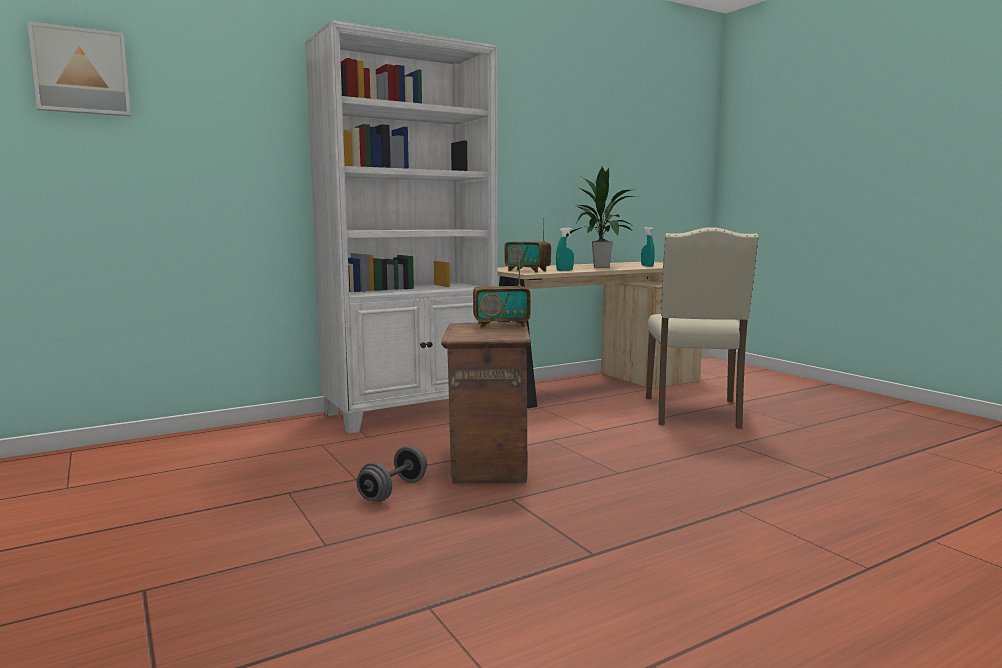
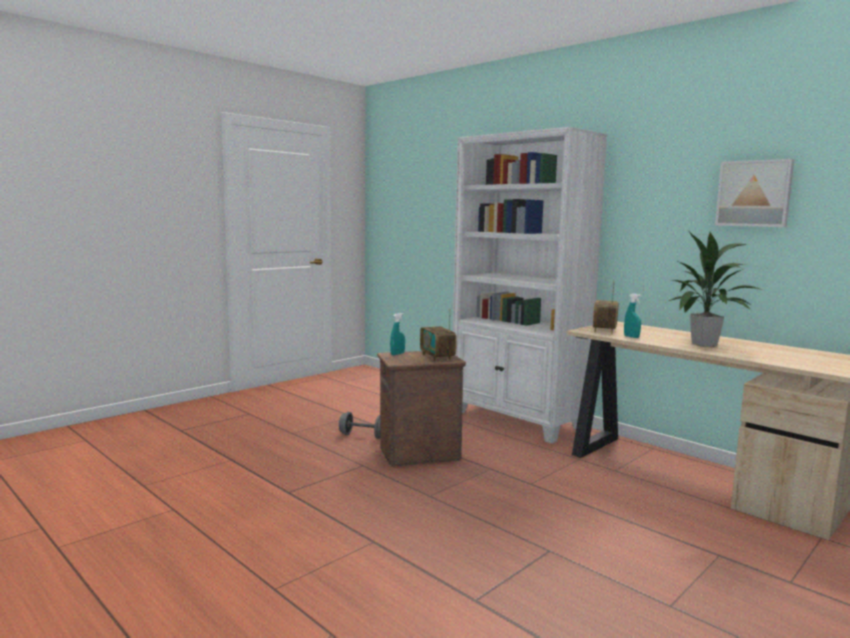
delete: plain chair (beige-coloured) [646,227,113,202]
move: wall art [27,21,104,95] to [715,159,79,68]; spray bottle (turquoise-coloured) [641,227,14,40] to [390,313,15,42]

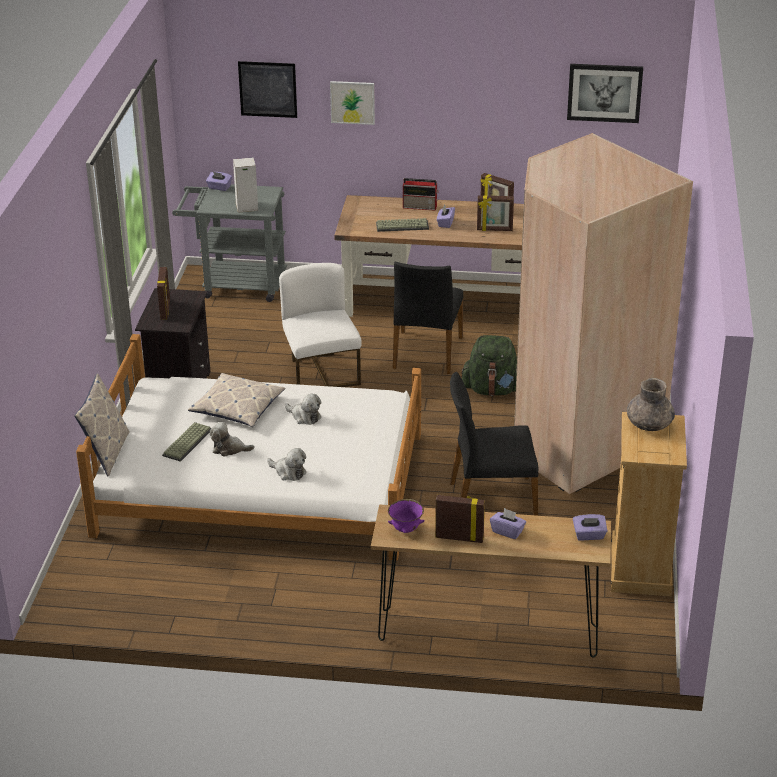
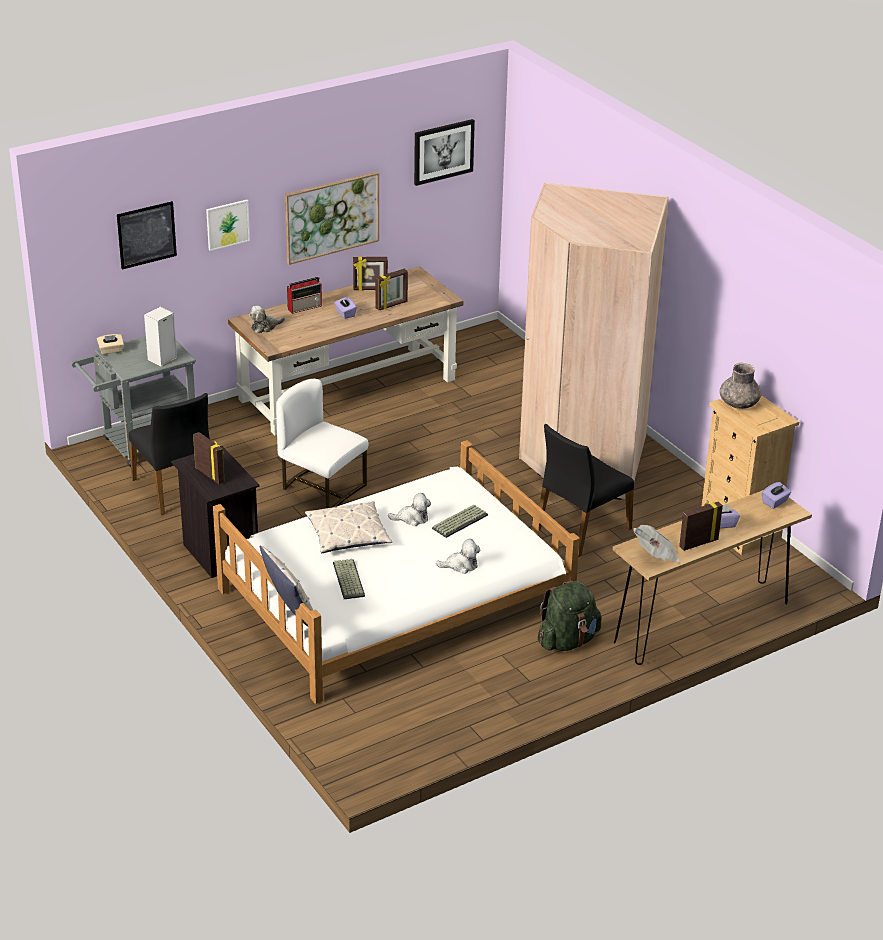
insert: wall art [285,172,94,93]
move: plush toy [209,422,45,34] to [249,306,36,27]; keyboard [376,218,53,14] to [432,505,56,33]; plain chair (blackish) [393,262,70,112] to [129,393,81,122]; rucksack (green-coloured) [461,335,56,61] to [537,581,65,70]
replace: bowl (purple) [388,499,37,34] to printed paper [633,525,47,37]
recolor: tissue box (purple) [206,172,26,19] to tissue box (beige-coloured) [97,334,27,21]

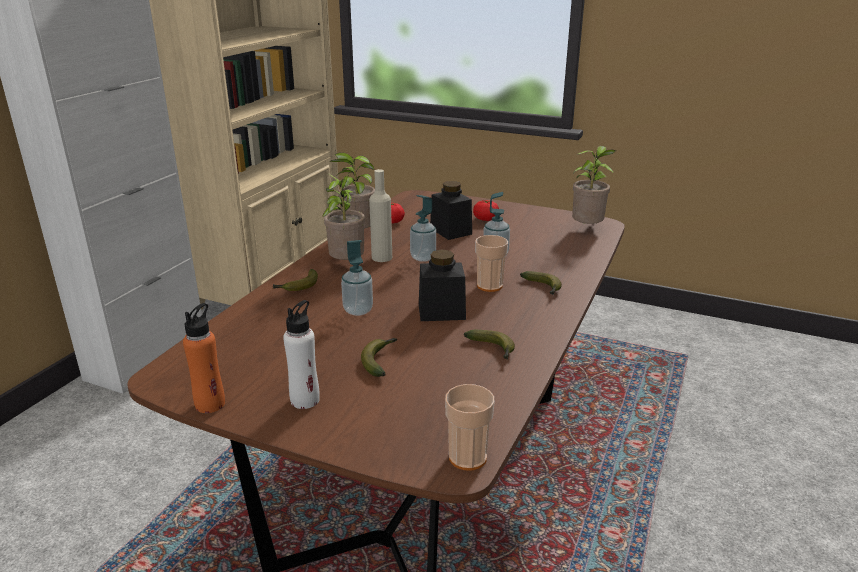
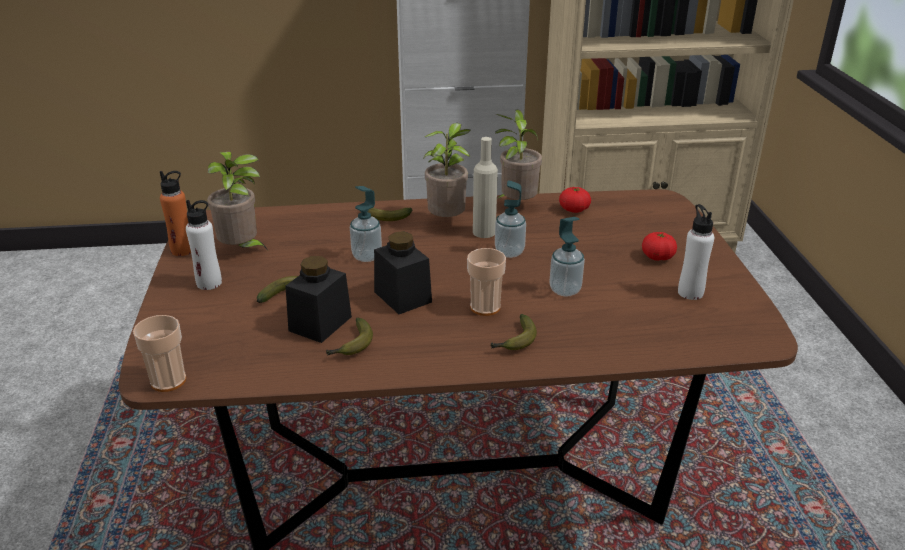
insert: bottle (whitish) [678,204,36,96]
move: preserve jar (blackish) [430,181,42,59] to [285,256,67,87]; potted plant [572,146,43,78] to [207,152,61,98]

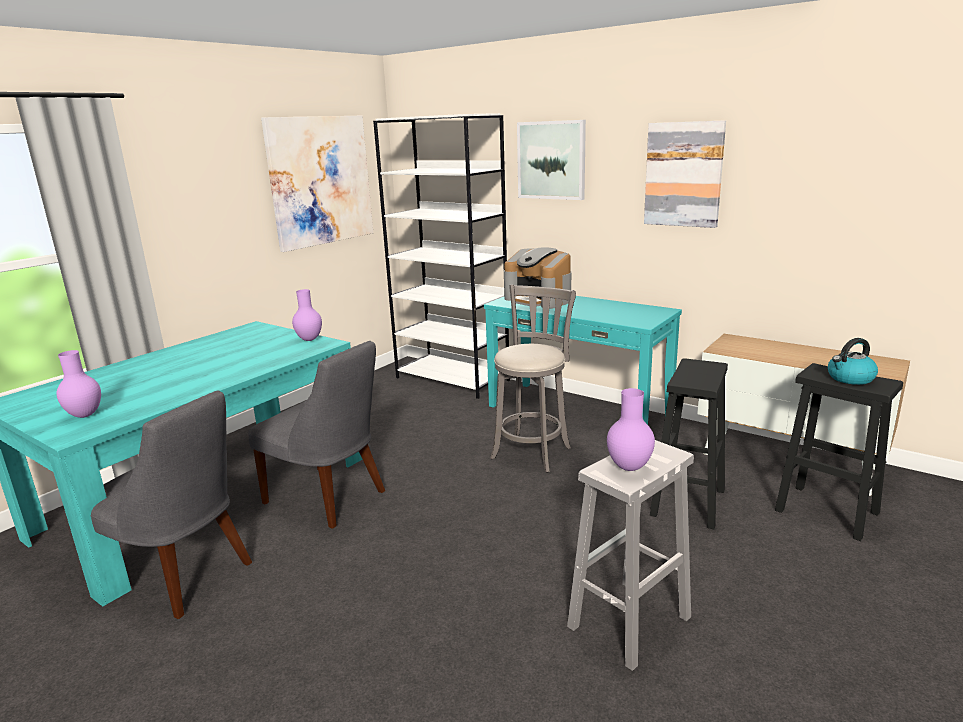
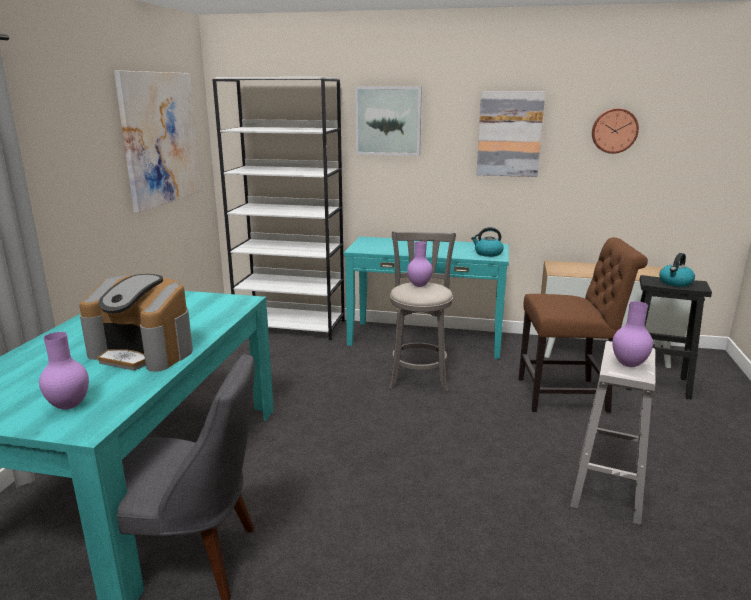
delete: plain chair (grey) [248,341,137,188]
insert: water kettle [471,227,32,30]; clock on the wall [592,108,47,46]
move: flower vase (purple) [292,289,30,52] to [407,241,26,46]; coffee brewer [504,248,67,61] to [79,274,114,98]
replace: sitting stool (blackish) [650,358,78,171] to plain chair (brown-coloured) [518,237,130,176]

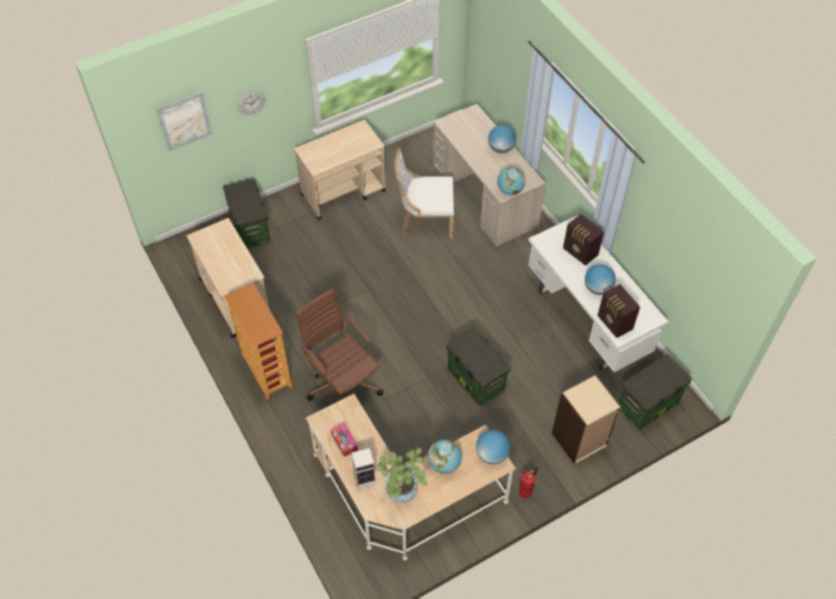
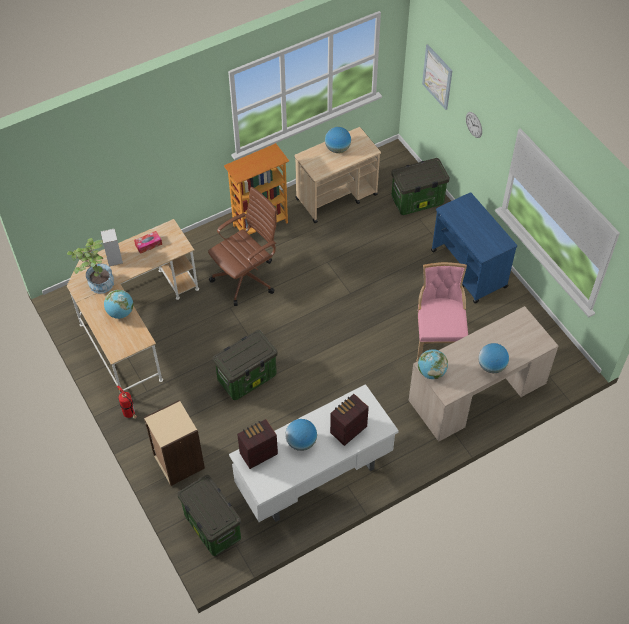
move: world globe [476,430,34,34] to [325,127,26,26]
recolor: cart (beige-coloured) [294,120,92,100] to cart (blue) [431,192,86,112]; plain chair (whitish) [395,148,59,91] to plain chair (pinkish) [416,262,52,100]

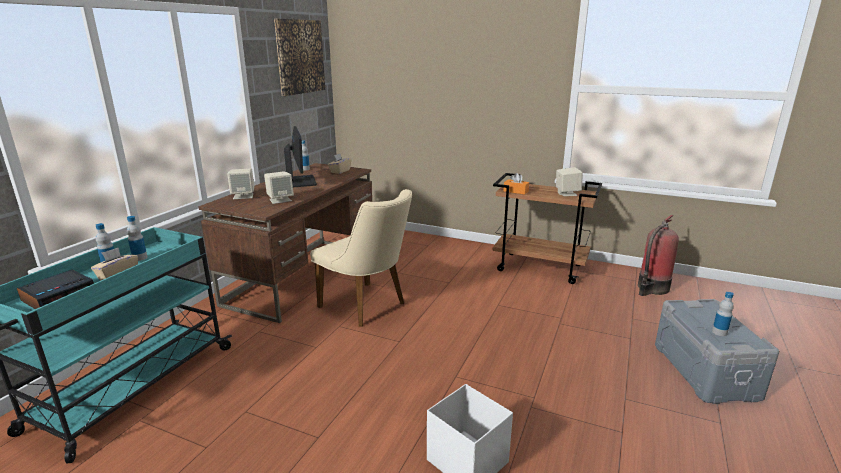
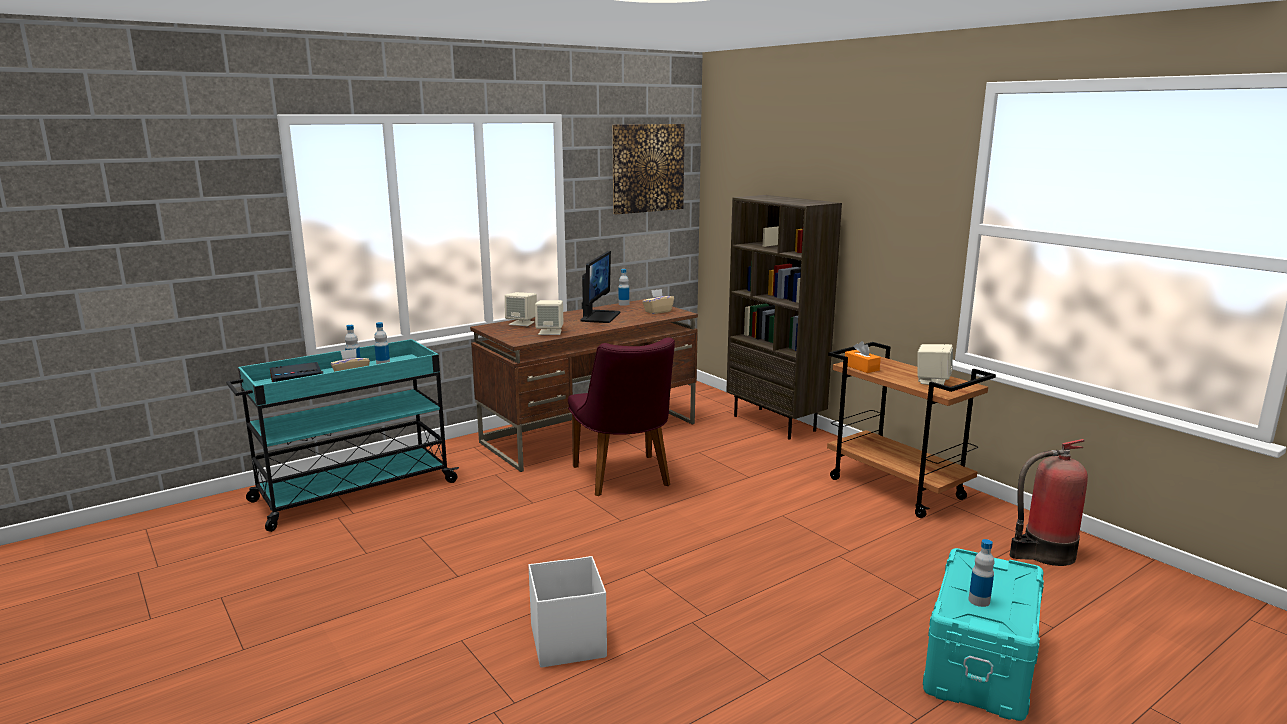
insert: bookcase (brown-coloured) [726,195,116,245]
recolor: plain chair (beige-coloured) [310,189,102,137] to plain chair (purple) [568,337,107,159]; storage bin (grey) [655,299,124,105] to storage bin (turquoise-coloured) [923,548,121,173]

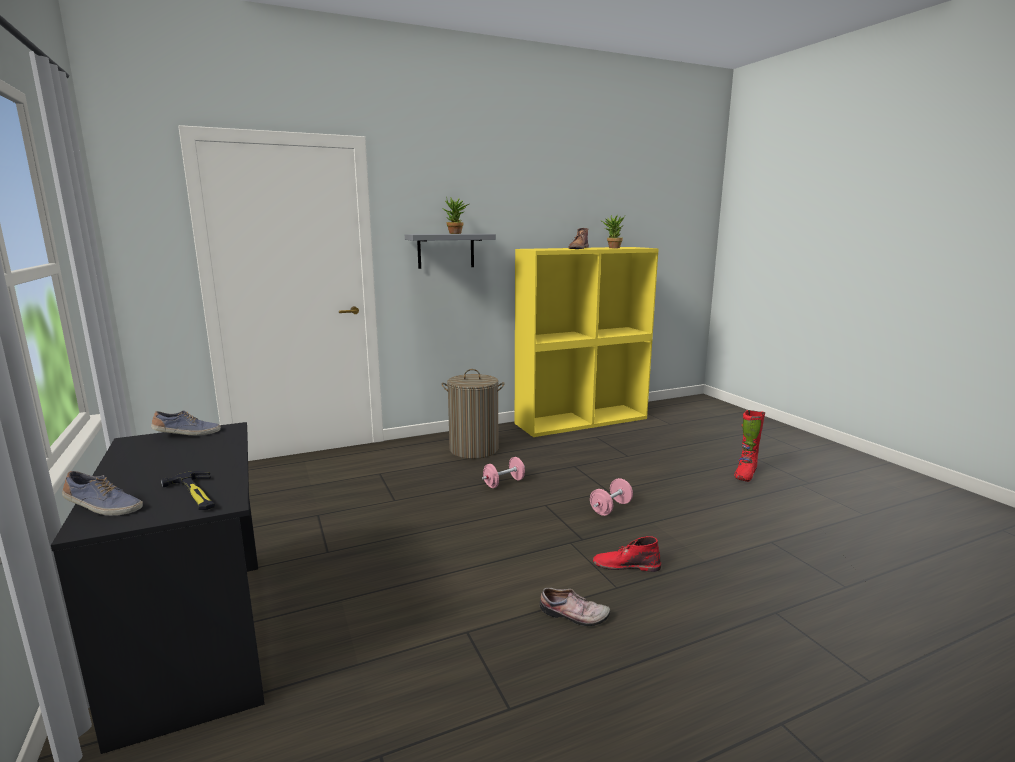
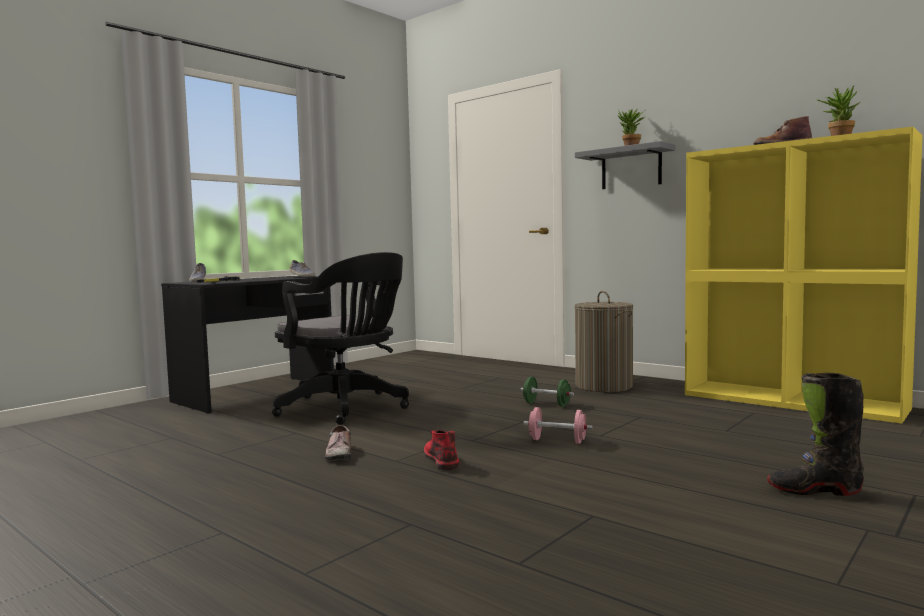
insert: office chair (blackish) [272,252,137,173]
recolor: dumbbell (pinkish) [482,457,43,31] to dumbbell (green-coloured) [521,377,53,30]; boot (reddish) [734,410,31,72] to boot (blackish) [767,373,97,123]

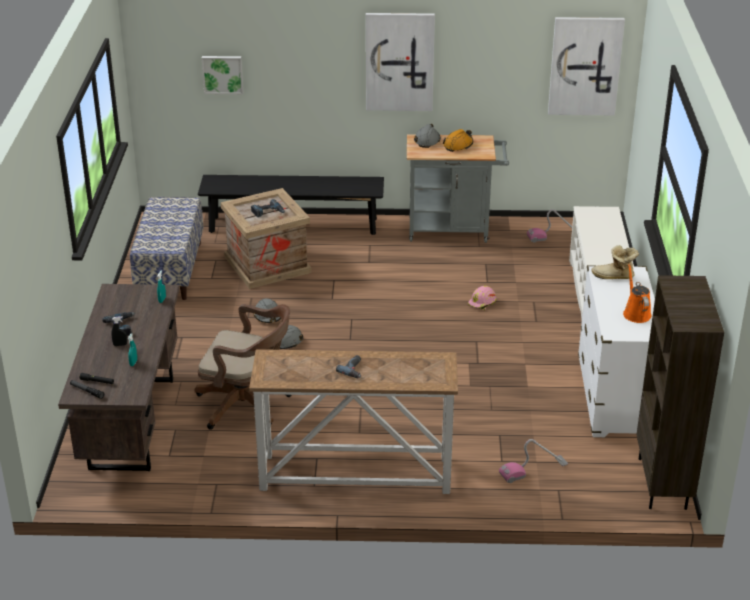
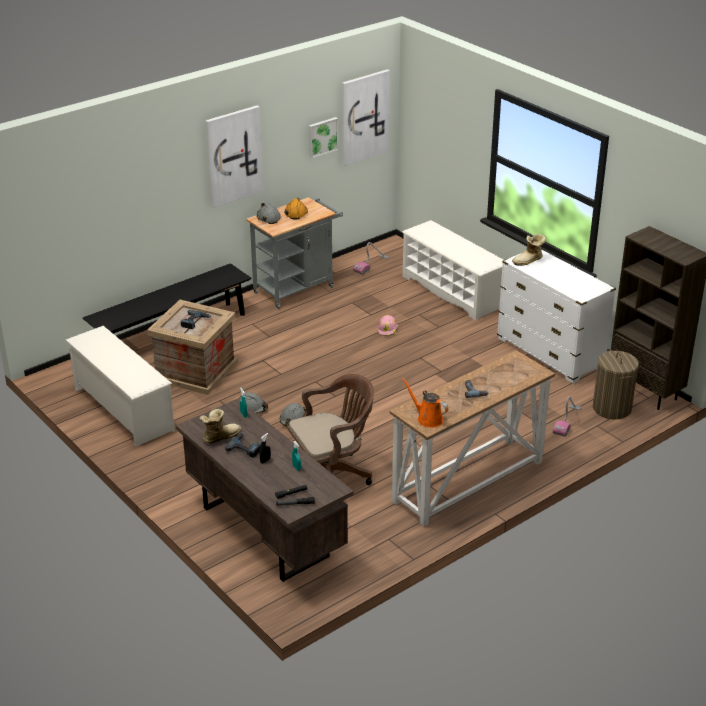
insert: boot [200,409,41,35]; washing basket [593,350,46,69]
move: wall art [202,56,41,38] to [309,117,30,41]; watering pot (orangey) [623,264,29,59] to [402,378,46,50]
replace: bench [130,197,73,103] to shoe rack (whitish) [65,326,110,121]

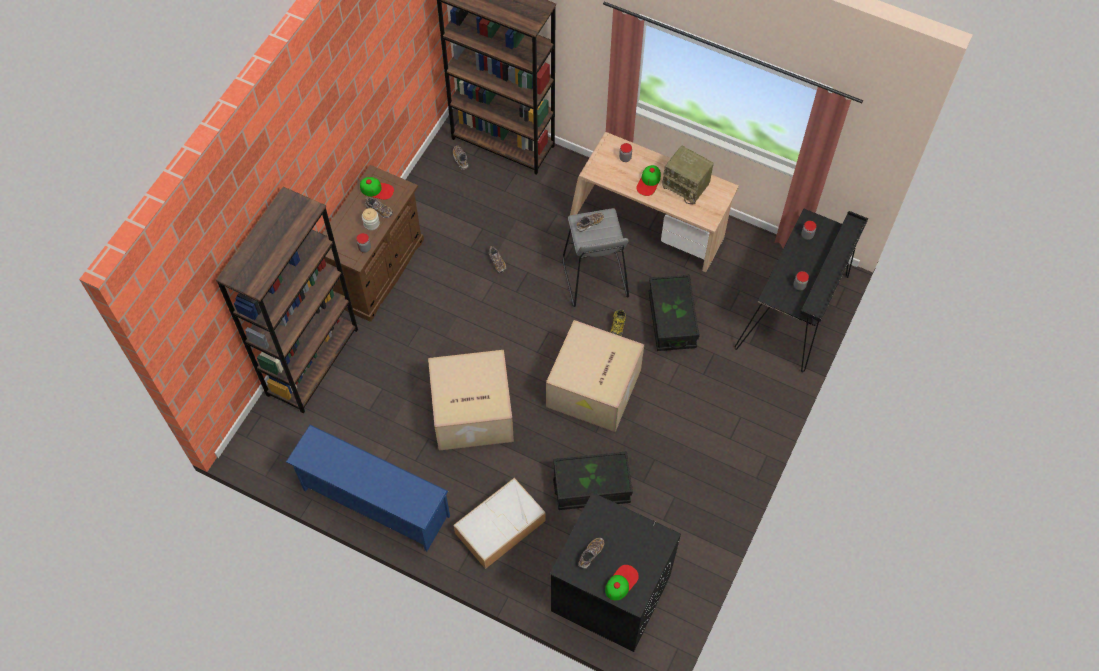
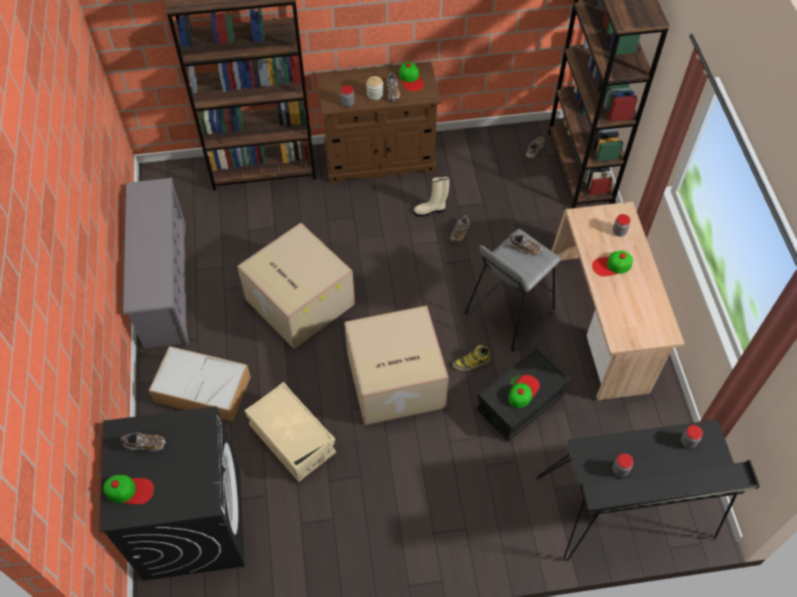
delete: radio receiver [662,146,52,58]
insert: boot (beige-coloured) [414,176,35,41]; baseball cap [508,375,32,33]
recolor: shoe rack (blue) [286,425,164,126] to shoe rack (grey) [123,178,66,170]; storage bin (blackish) [553,451,80,59] to storage bin (beige-coloured) [244,382,92,100]

